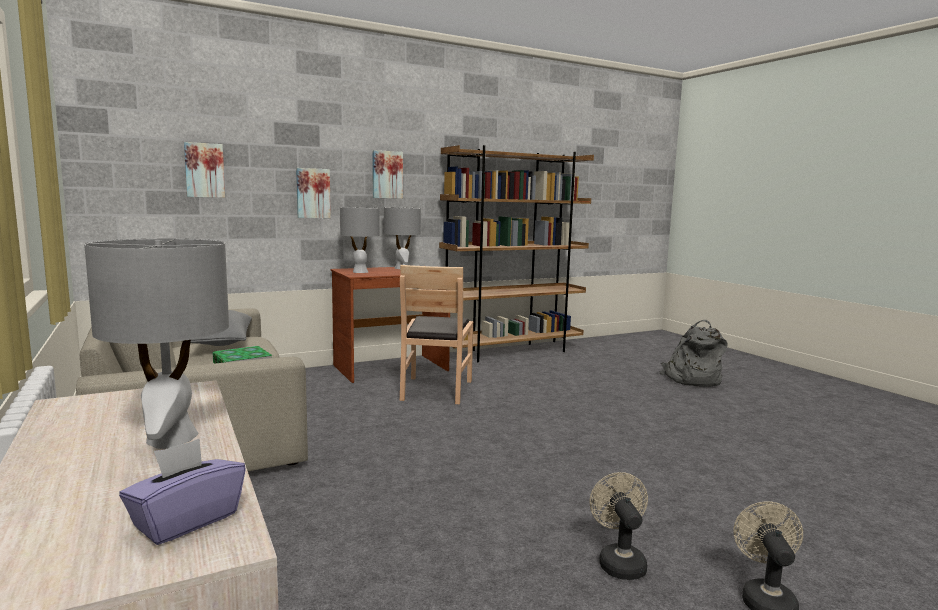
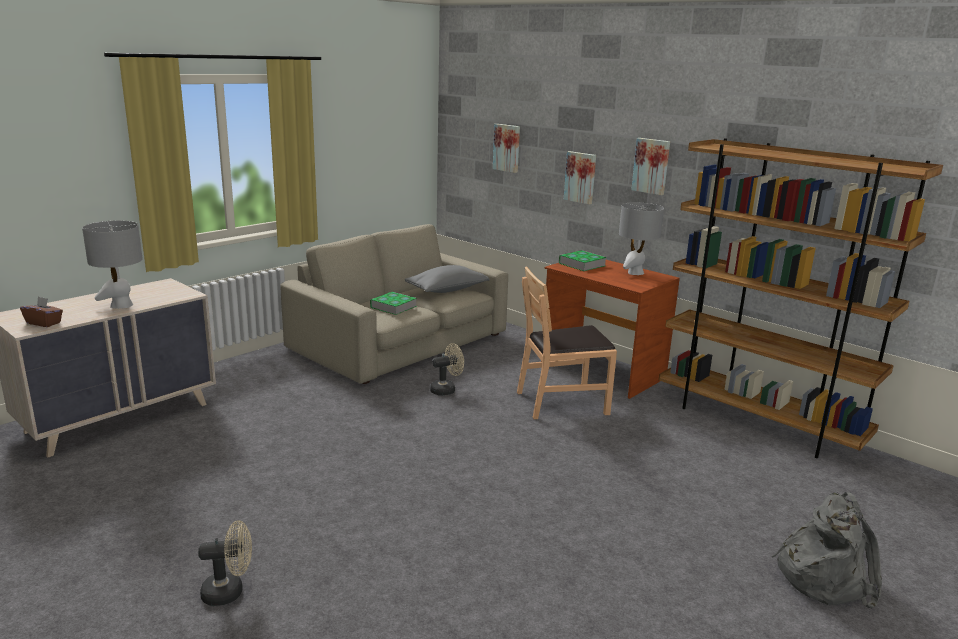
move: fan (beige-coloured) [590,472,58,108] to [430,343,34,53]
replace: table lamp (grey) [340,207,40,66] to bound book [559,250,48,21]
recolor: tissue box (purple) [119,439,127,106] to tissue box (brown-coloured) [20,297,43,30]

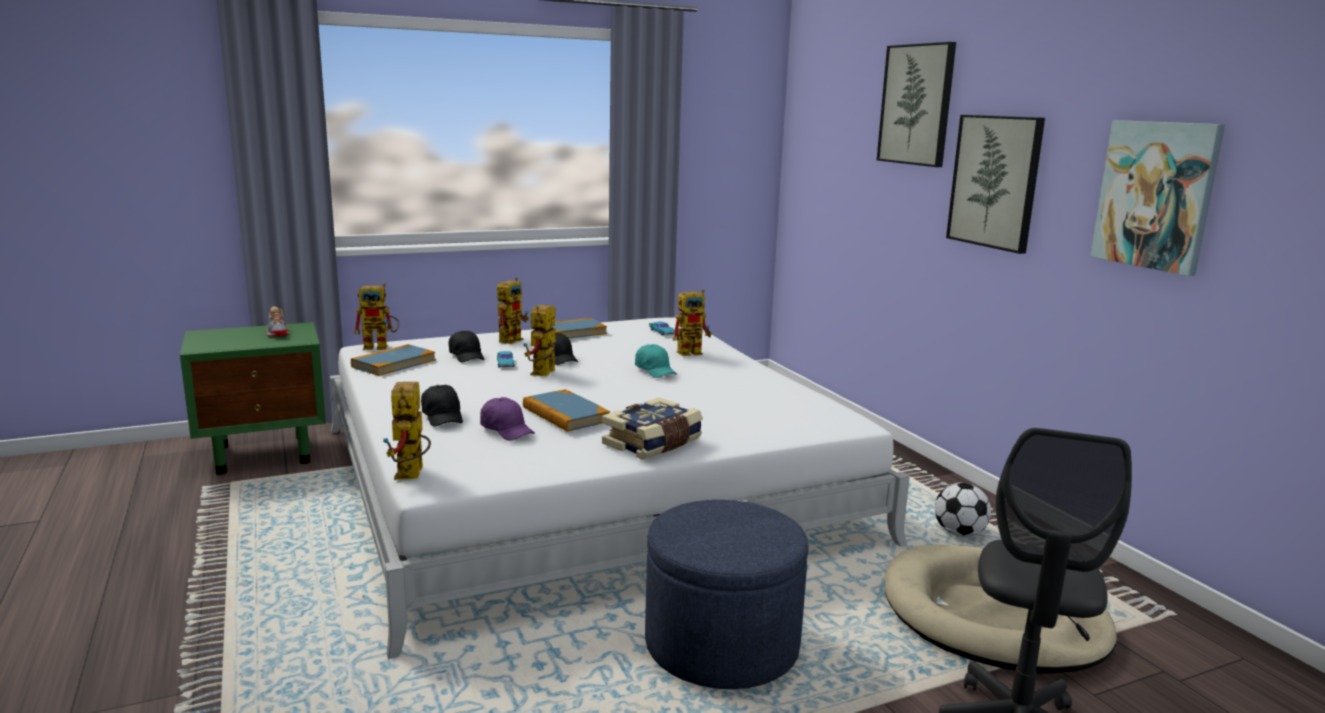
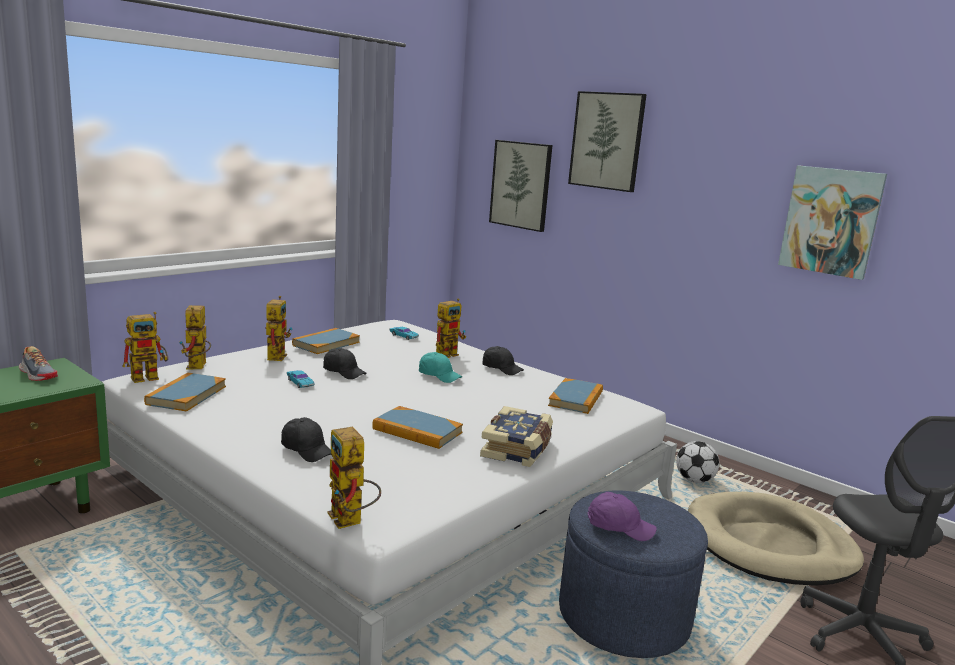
insert: bound book [548,378,55,36]
move: baseball cap (blackish) [448,331,36,31] to [482,346,42,29]; baseball cap (purple) [480,397,55,44] to [588,492,69,49]; model robot [523,305,33,71] to [179,305,32,65]; wall art [946,115,99,139] to [489,140,64,92]

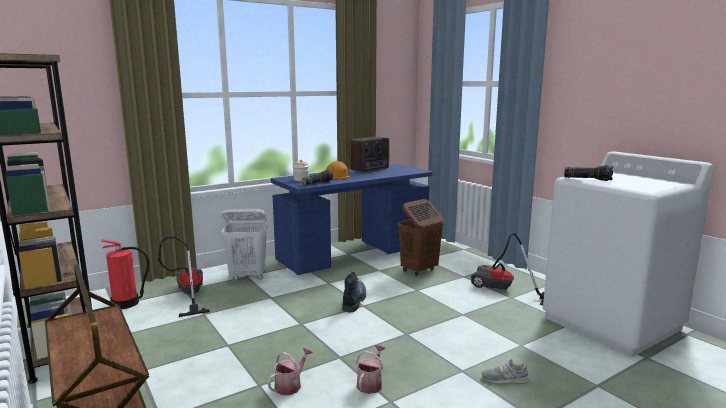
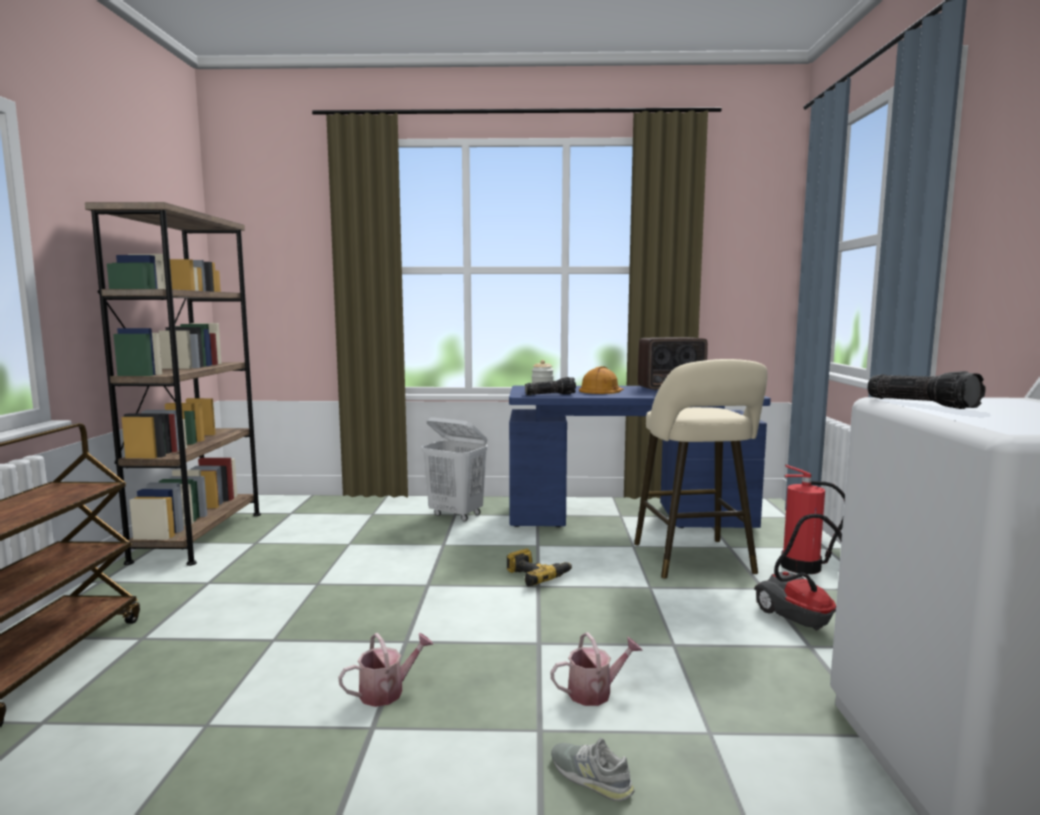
delete: hoover [158,236,52,81]
move: fire-fighting cylinder [102,239,47,70] to [781,464,64,110]; watering pot [268,347,45,48] to [550,632,93,74]
replace: boot [342,272,24,40] to power drill [507,549,65,38]; washing basket (brown-coloured) [398,199,46,77] to sitting stool (beige-coloured) [634,359,134,220]

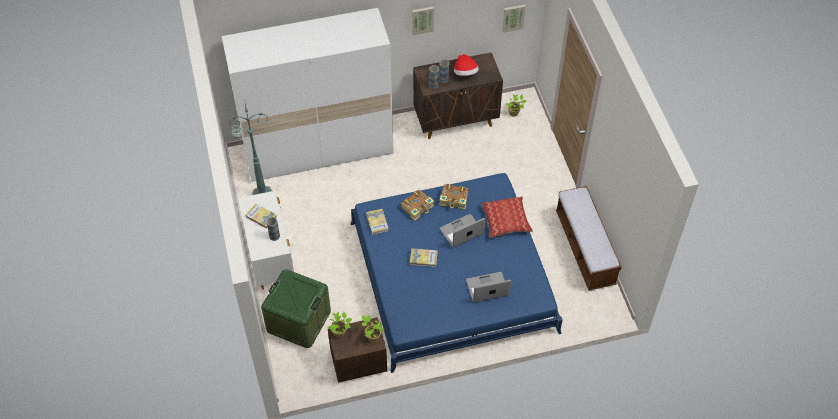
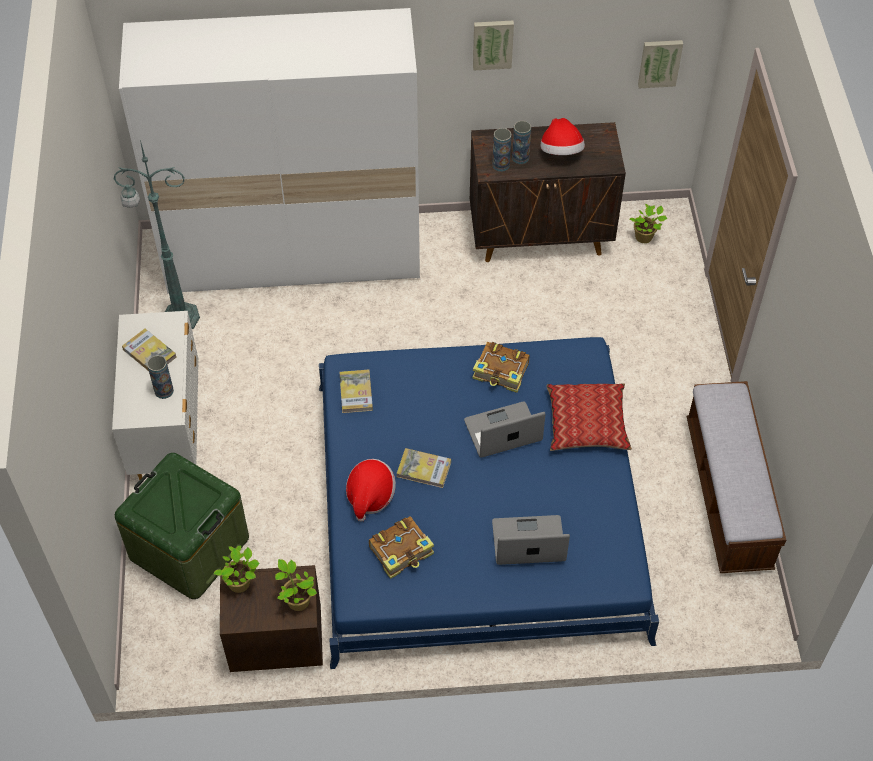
insert: hat [346,459,50,63]
move: bound book [401,189,33,32] to [369,516,65,63]

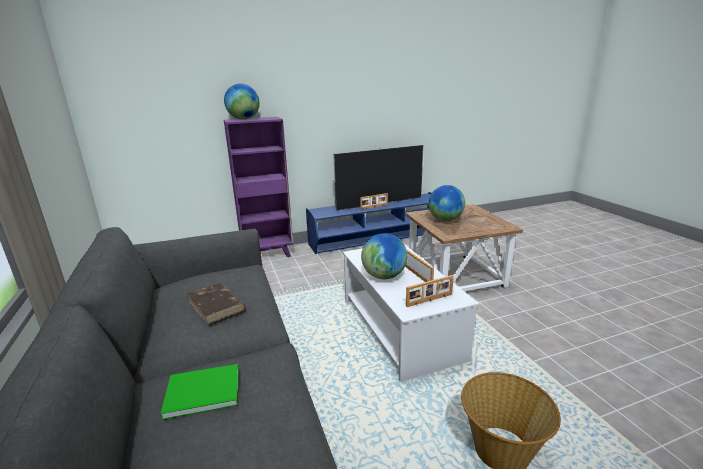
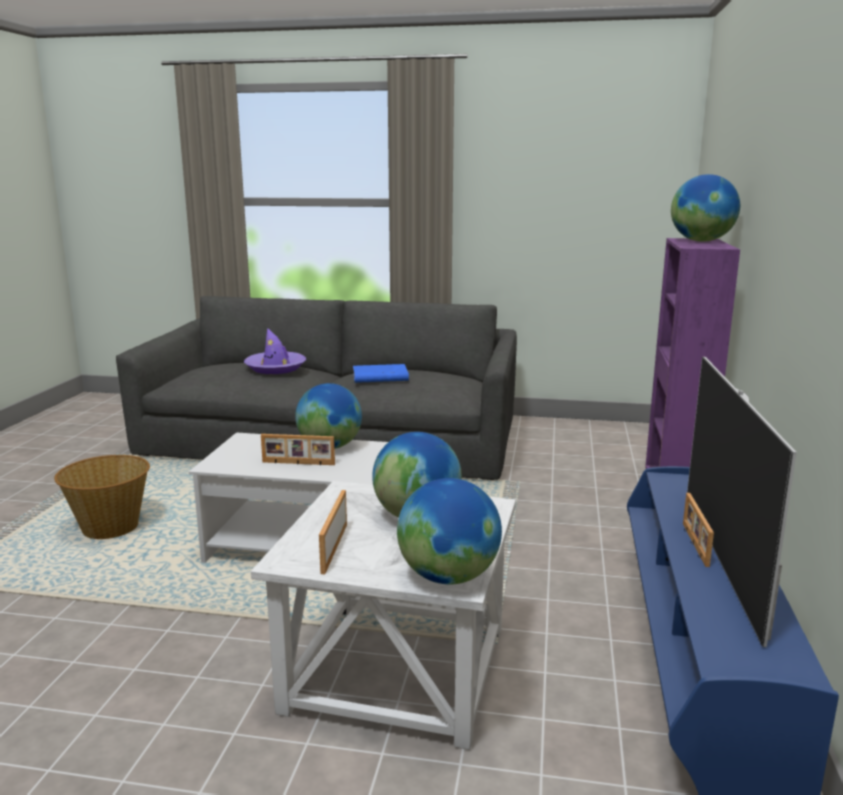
insert: world globe [397,478,105,106]
move: standing frame [406,275,48,32] to [319,490,28,84]
replace: bound book (green-coloured) [161,364,78,56] to hat (purple) [244,328,62,46]
recolor: bound book (brown-coloured) [187,283,58,41] to bound book (blue) [353,364,56,19]; end table (brown-coloured) [405,204,118,87] to end table (whitish) [251,481,265,269]

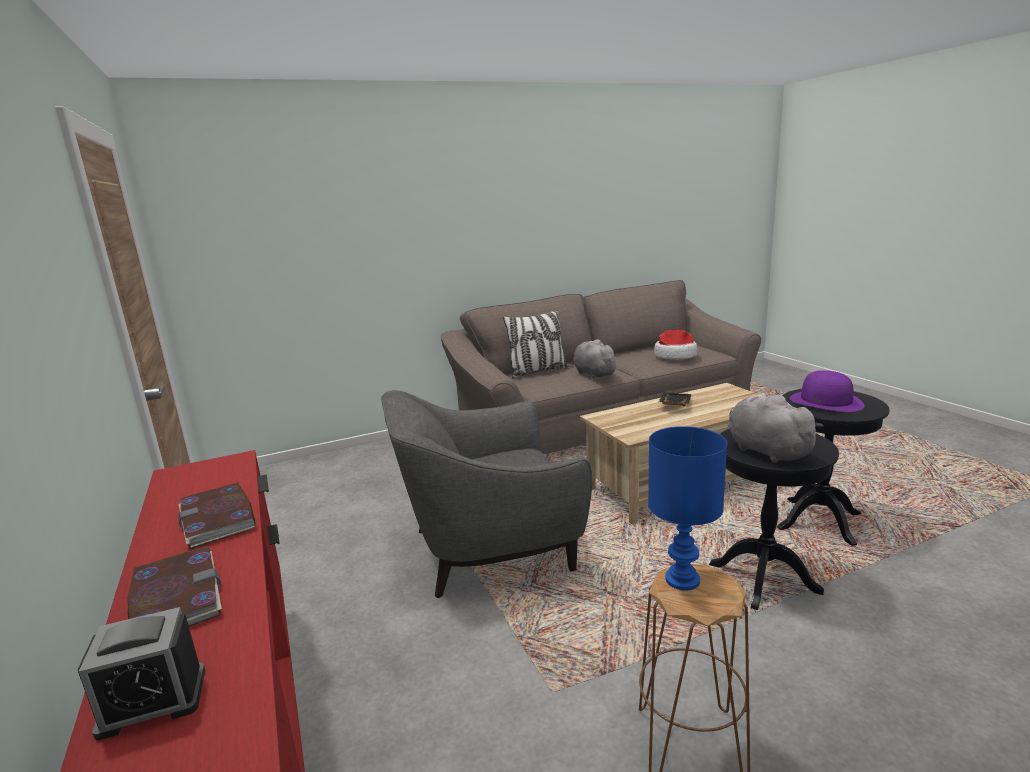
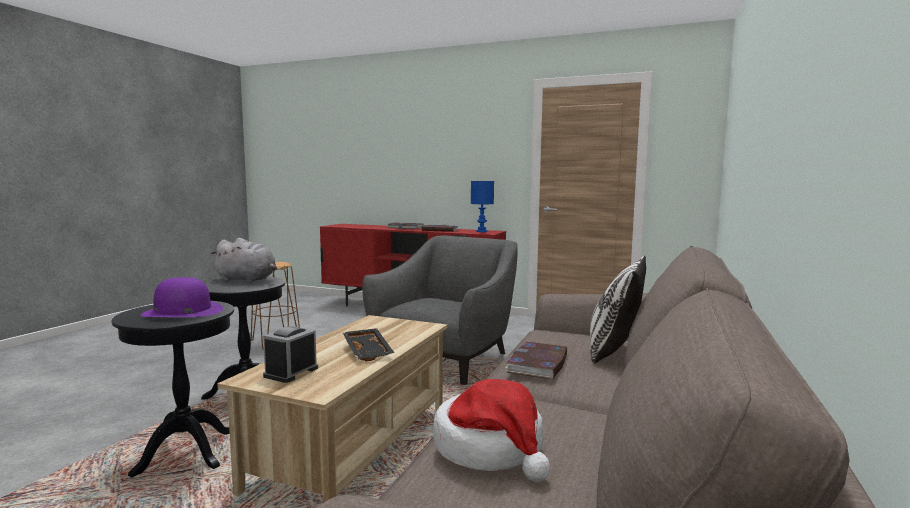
move: table clock [77,607,128,134] to [263,326,55,57]; table lamp (blue) [648,426,79,165] to [471,181,23,51]
replace: plush toy (grey) [573,339,46,39] to bound book [505,342,62,37]

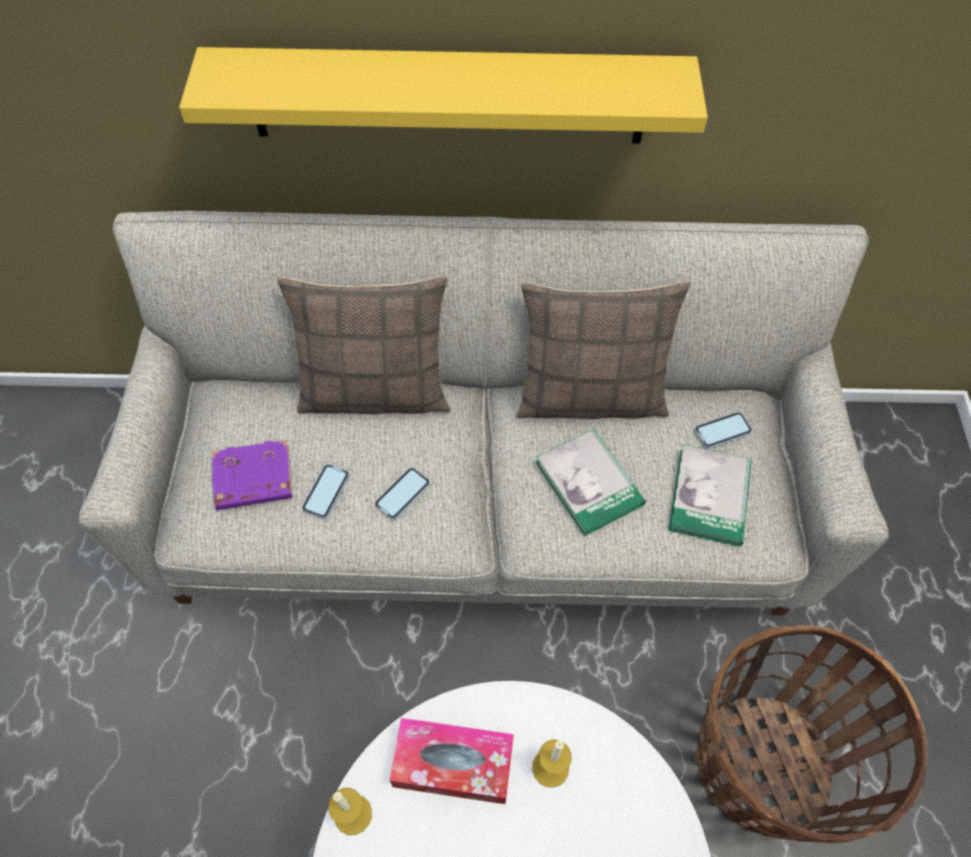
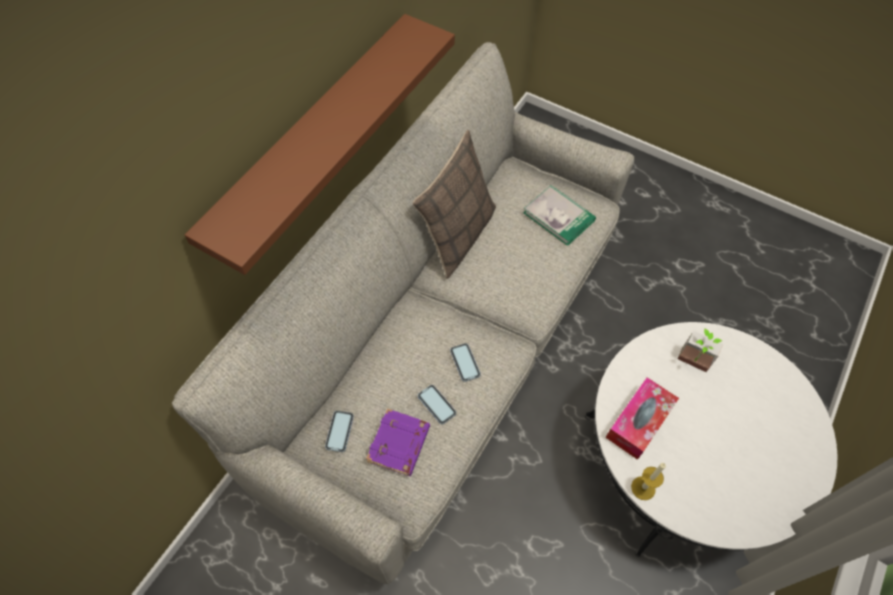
delete: cushion [277,276,173,138]; wax candle [532,739,39,49]; bound book [536,429,110,107]; basket [695,625,232,218]
insert: potted plant [678,328,45,44]
move: handset [695,412,57,37] to [325,411,29,41]
recolor: wall shelf (yellow-coloured) [179,47,529,97] to wall shelf (brown-coloured) [185,14,270,261]

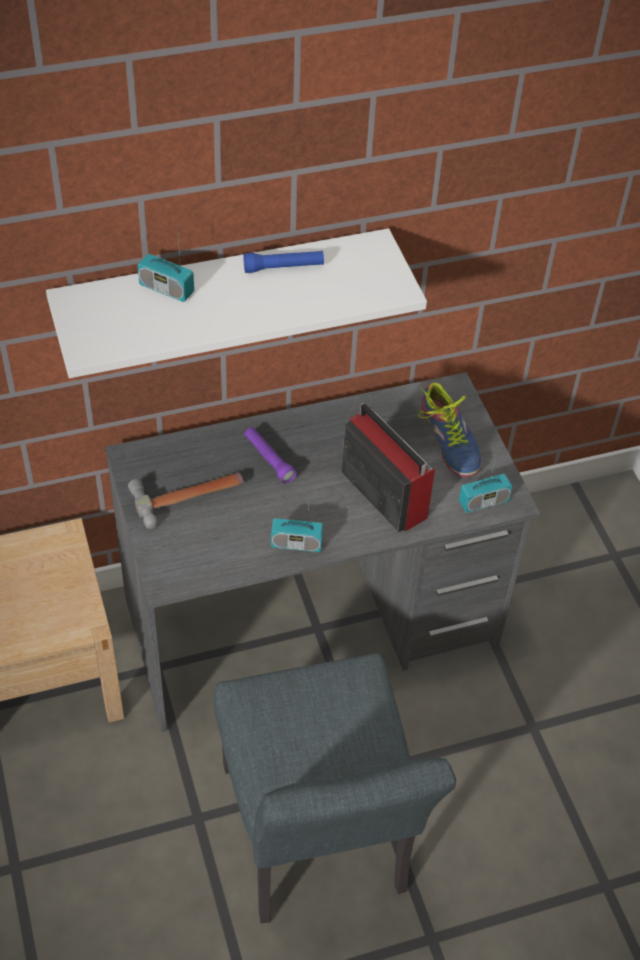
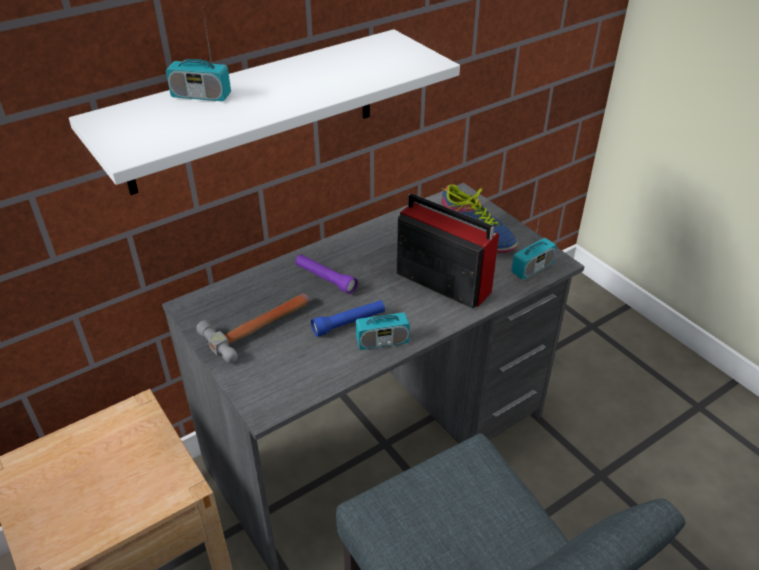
move: hand torch (blue) [243,251,81,22] to [311,300,74,37]

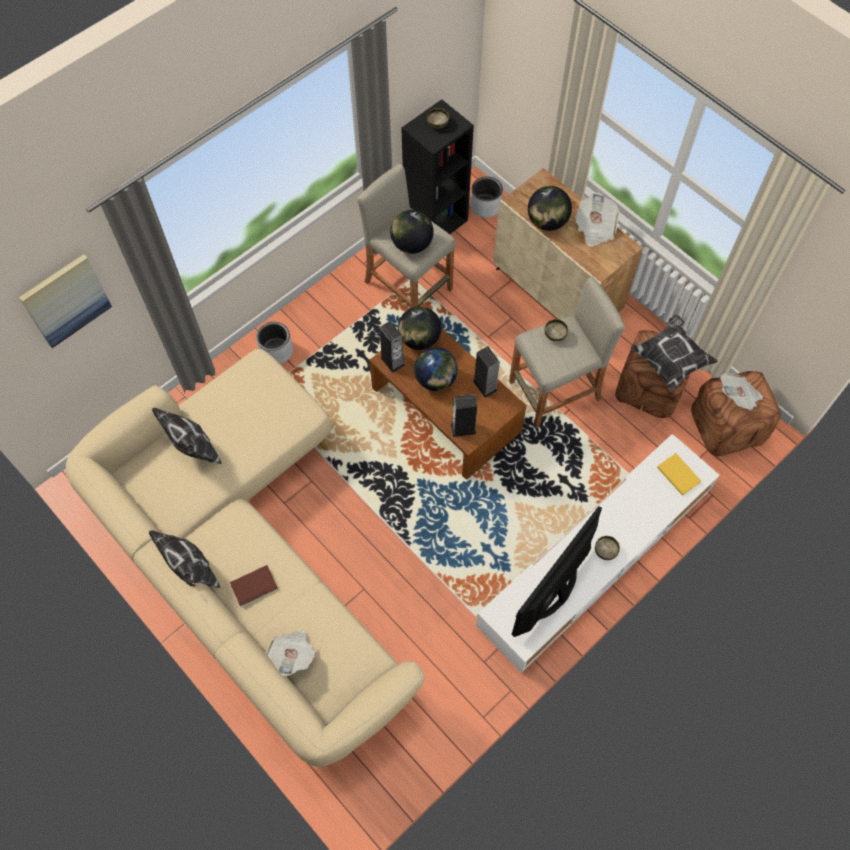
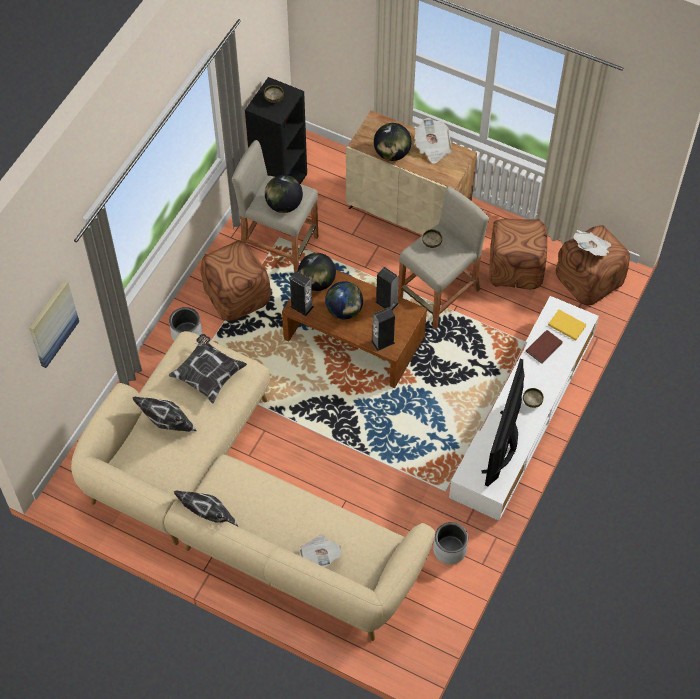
insert: footrest (brown-coloured) [201,240,70,81]
move: bound book (brown-coloured) [230,565,48,41] to [526,330,37,34]; flower pot (grey) [470,176,33,42] to [433,522,35,42]; cushion [630,315,88,77] to [169,334,78,69]

